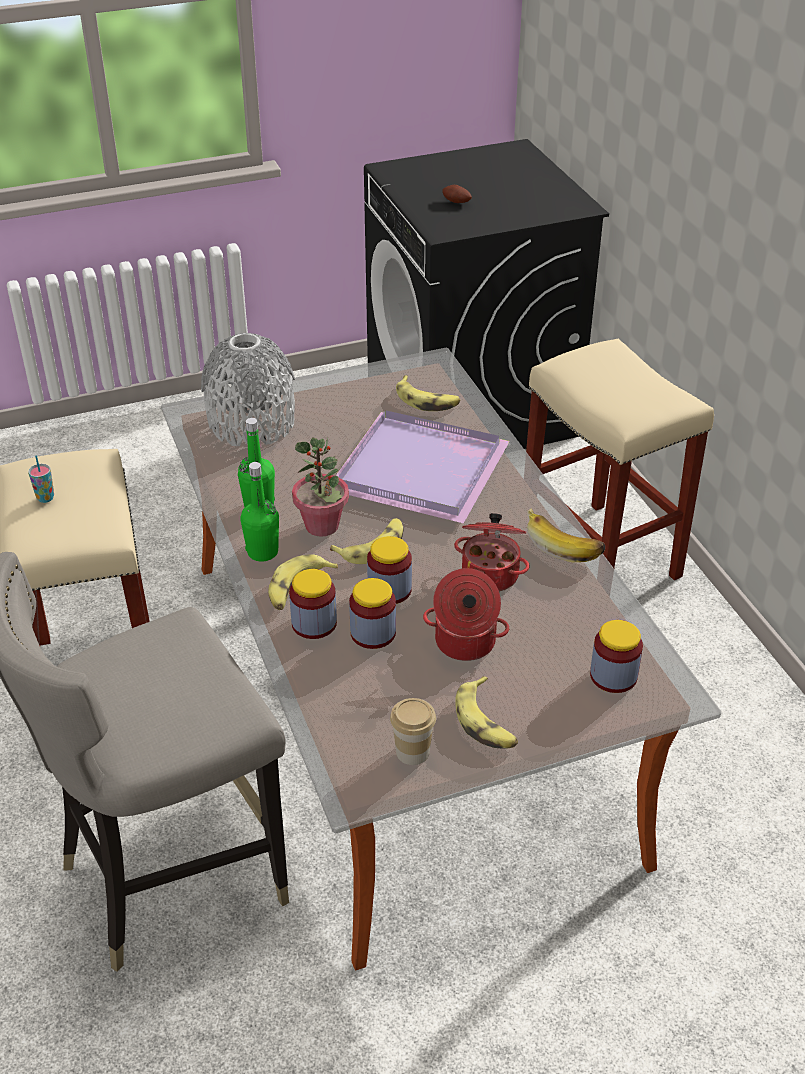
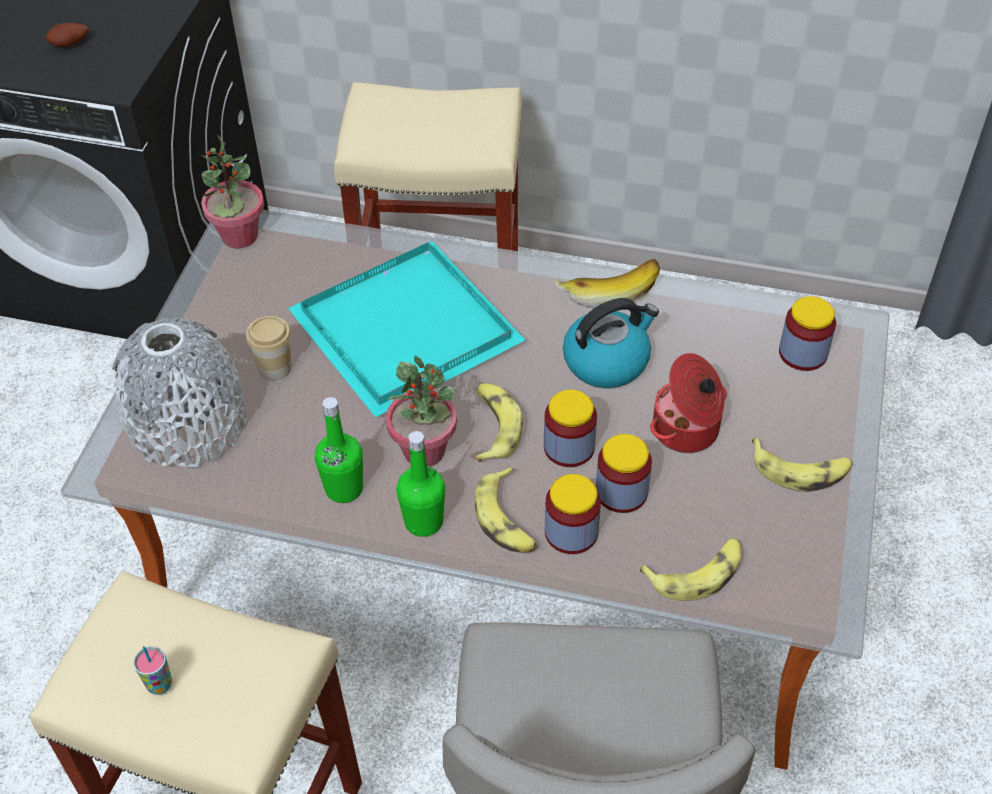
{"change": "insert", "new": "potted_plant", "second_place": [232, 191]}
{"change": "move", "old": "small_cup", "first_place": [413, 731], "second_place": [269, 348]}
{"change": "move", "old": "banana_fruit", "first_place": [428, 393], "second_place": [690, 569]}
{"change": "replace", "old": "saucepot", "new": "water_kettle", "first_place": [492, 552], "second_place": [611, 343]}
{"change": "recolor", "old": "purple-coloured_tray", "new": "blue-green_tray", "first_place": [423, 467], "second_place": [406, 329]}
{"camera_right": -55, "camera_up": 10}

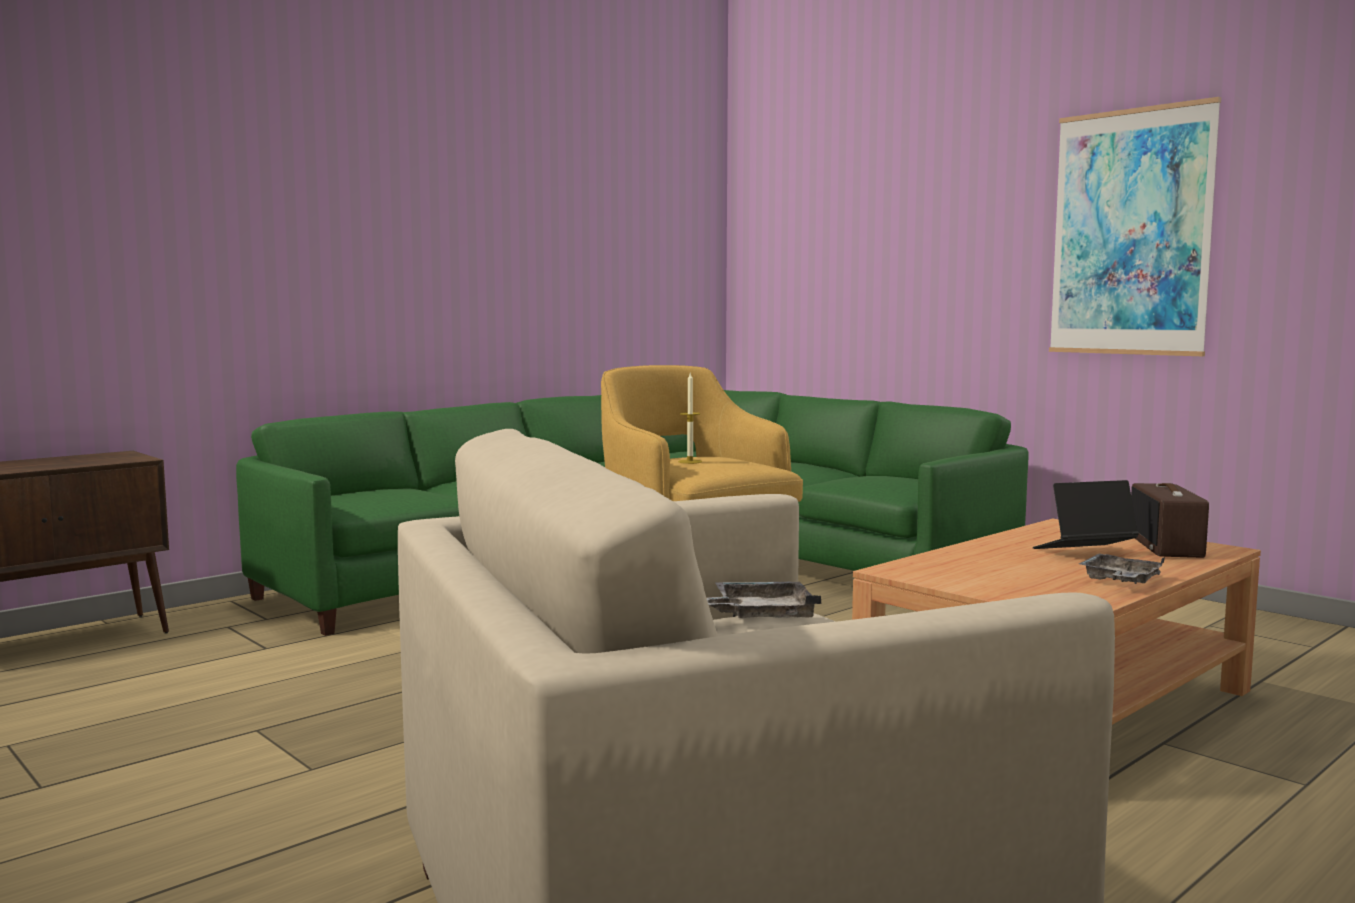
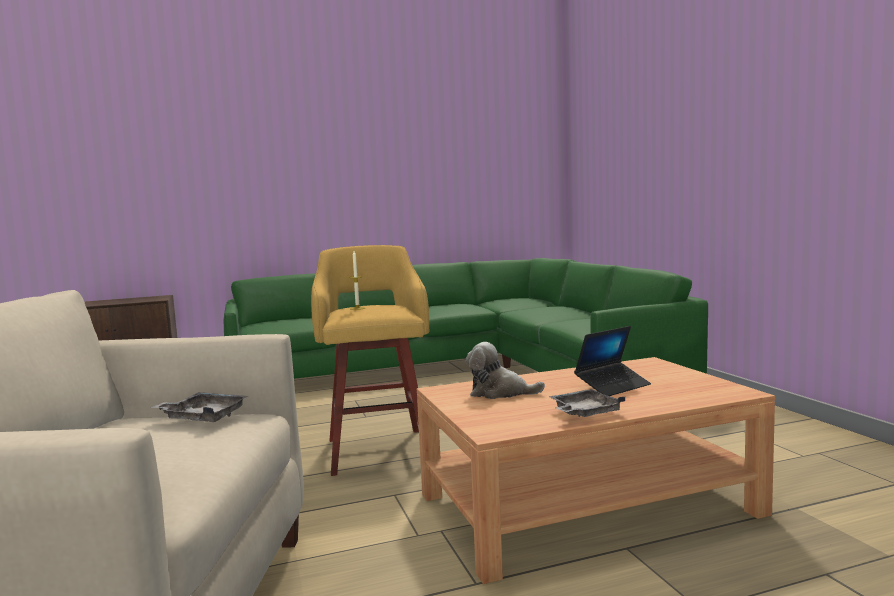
{"change": "delete", "old": "wall_picture", "first_place": [1135, 226]}
{"change": "delete", "old": "radio_receiver", "first_place": [1170, 520]}
{"change": "insert", "new": "plush_toy", "second_place": [505, 370]}
{"change": "rotate", "old": "portable_computer", "first_place": [1086, 514], "second_place": [612, 361], "degrees": 135}
{"camera_right": 25, "camera_up": 0}

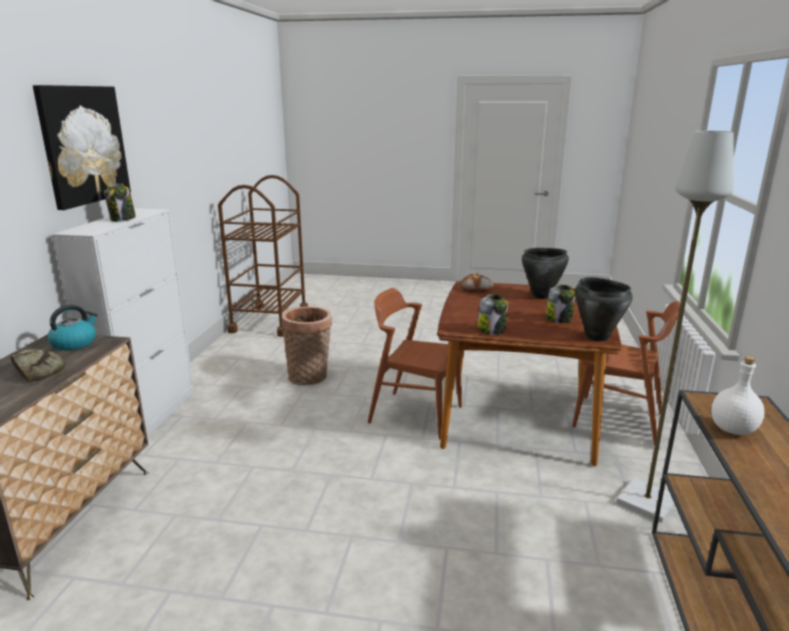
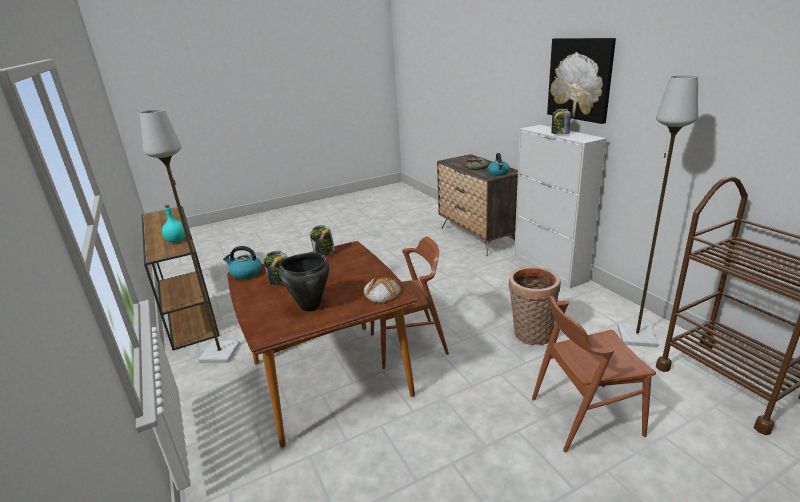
{"change": "insert", "new": "gray_standard_lamp", "second_place": [657, 211]}
{"change": "move", "old": "brown_chair", "first_place": [626, 373], "second_place": [594, 373]}
{"change": "replace", "old": "blackish_saucepot", "new": "water_kettle", "first_place": [604, 309], "second_place": [242, 263]}
{"change": "recolor", "old": "whitish_bottle", "new": "blue-green_bottle", "first_place": [737, 395], "second_place": [174, 223]}
{"camera_right": 145, "camera_up": 5}

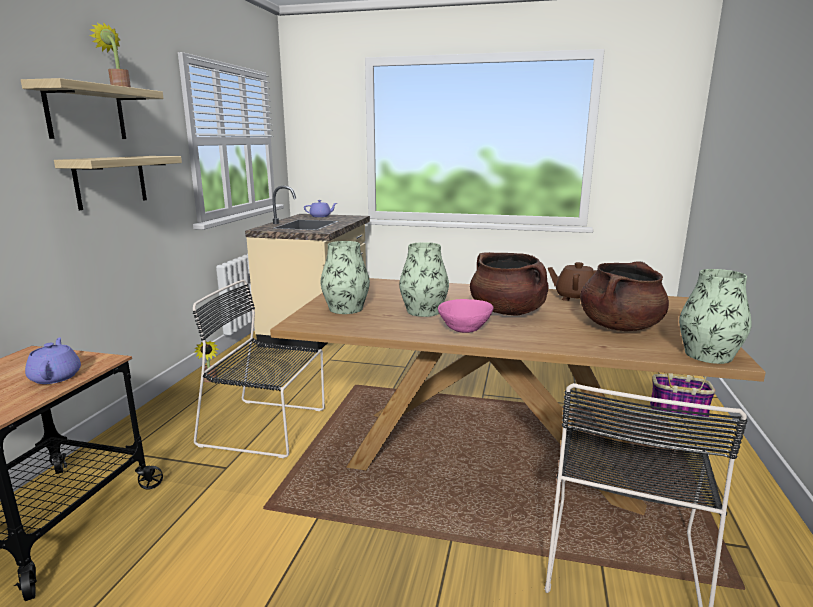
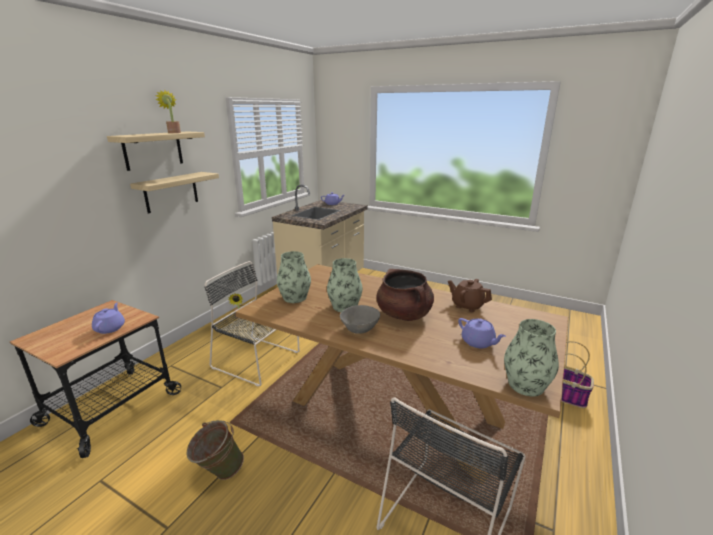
{"change": "insert", "new": "green-coloured_pail", "second_place": [215, 450]}
{"change": "replace", "old": "brown_saucepot", "new": "purple-coloured_teapot", "first_place": [624, 296], "second_place": [482, 333]}
{"change": "recolor", "old": "pinkish_serving_bowl", "new": "gray_serving_bowl", "first_place": [465, 316], "second_place": [360, 319]}
{"camera_right": 15, "camera_up": 5}

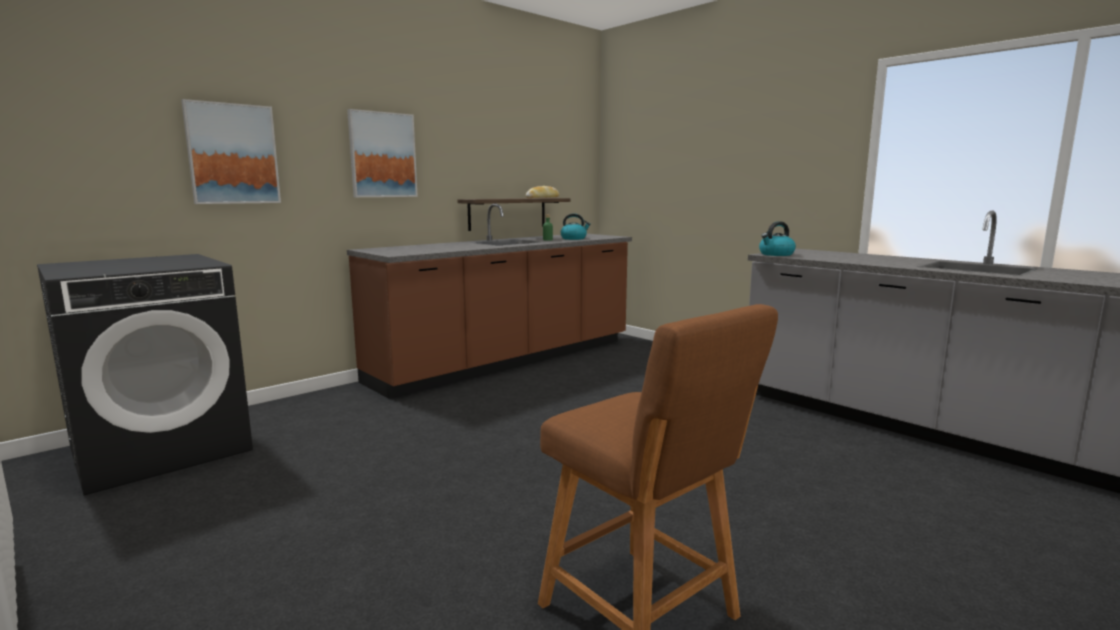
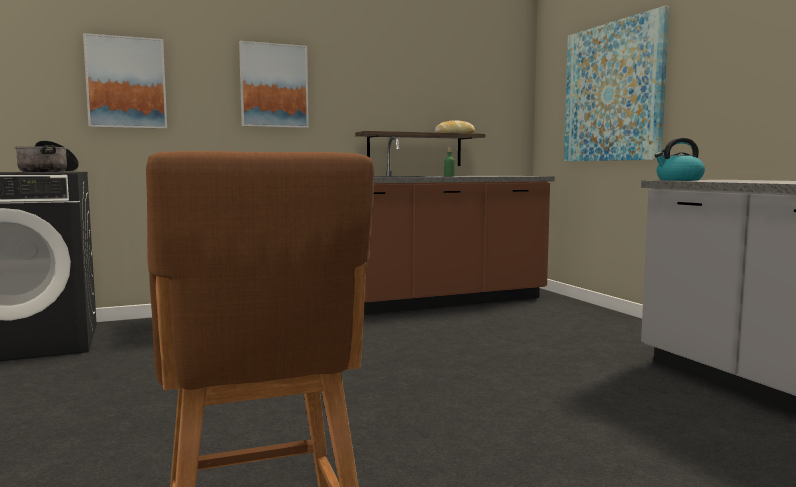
{"change": "delete", "old": "water_kettle", "first_place": [575, 227]}
{"change": "insert", "new": "saucepot", "second_place": [47, 156]}
{"change": "insert", "new": "wall_picture", "second_place": [616, 83]}
{"camera_right": 20, "camera_up": -5}

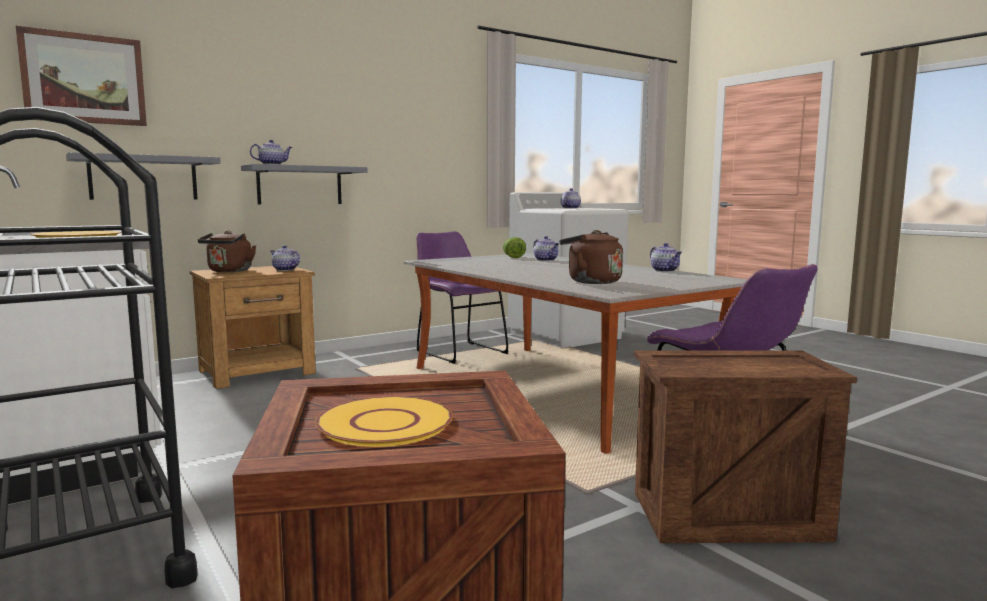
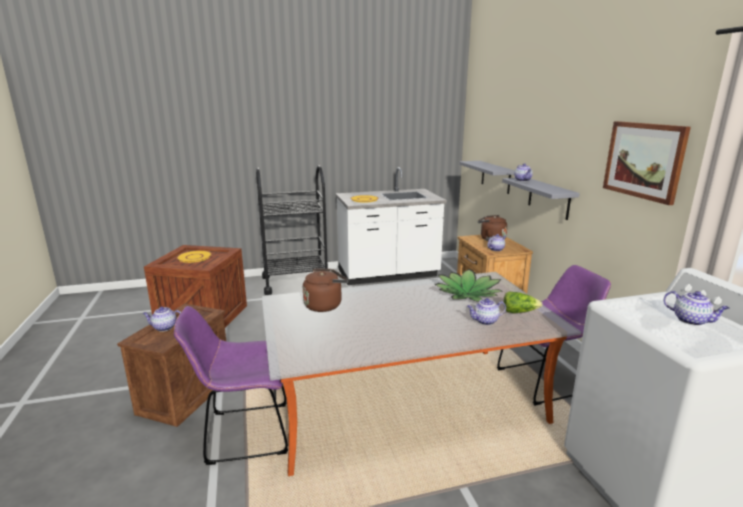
{"change": "insert", "new": "potted_plant", "second_place": [468, 285]}
{"change": "move", "old": "wall_picture", "first_place": [81, 76], "second_place": [647, 163]}
{"change": "move", "old": "teapot", "first_place": [666, 257], "second_place": [161, 319]}
{"camera_right": 110, "camera_up": 10}

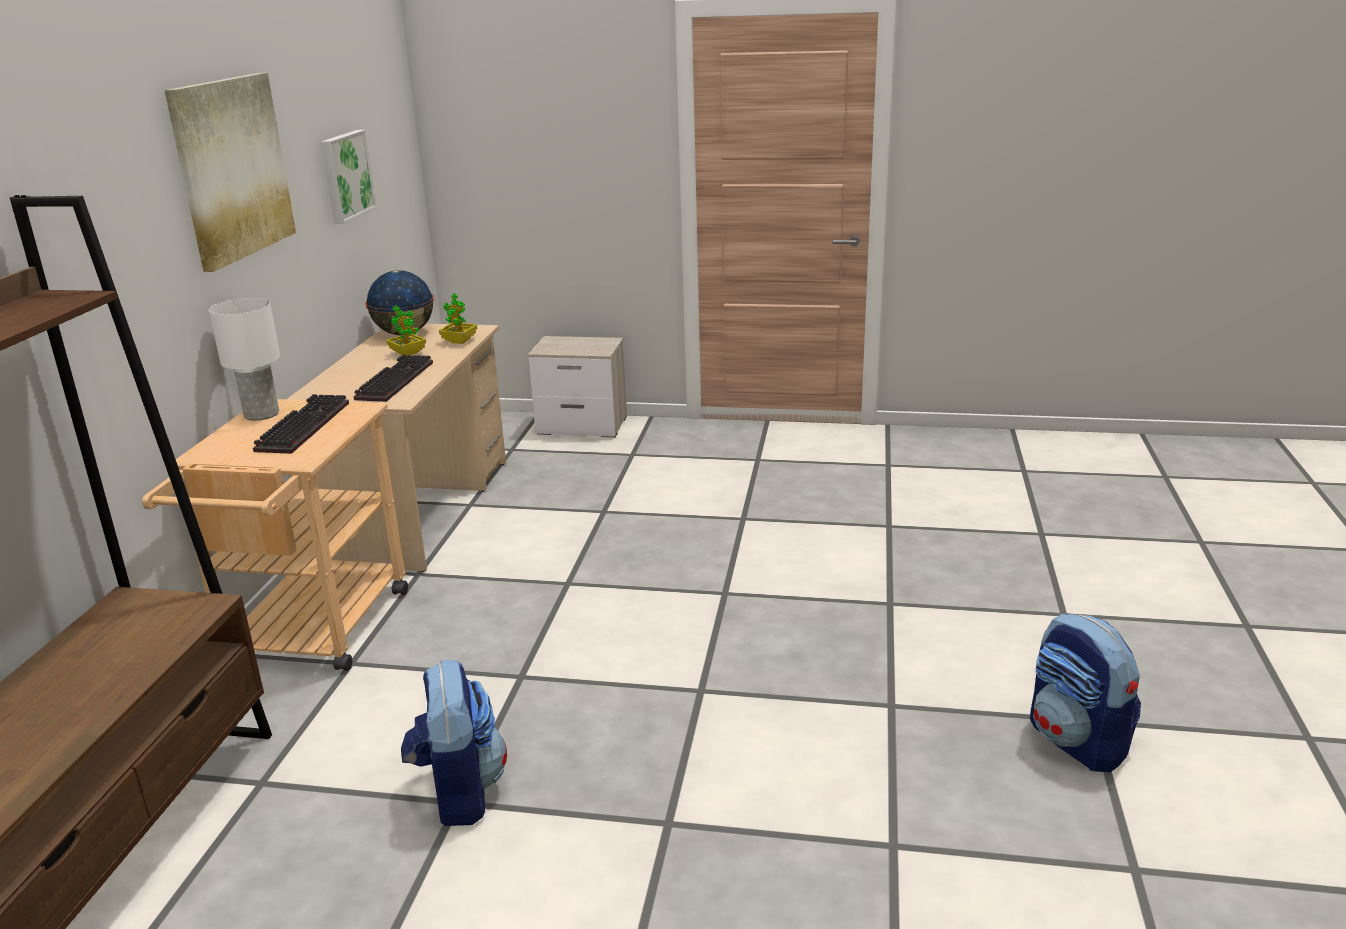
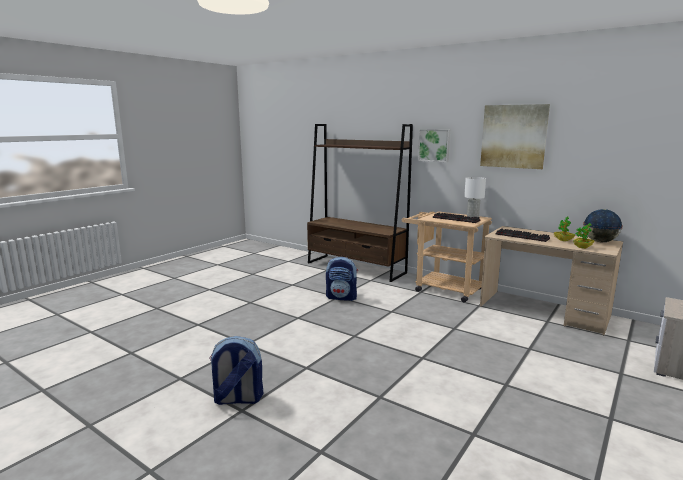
{"change": "move", "old": "wall_picture", "first_place": [349, 177], "second_place": [434, 145]}
{"camera_right": 115, "camera_up": -10}

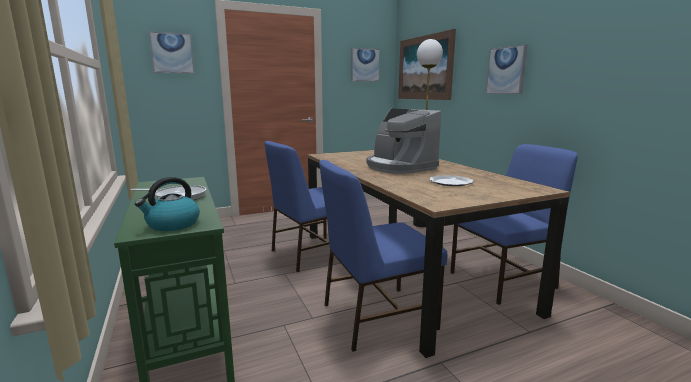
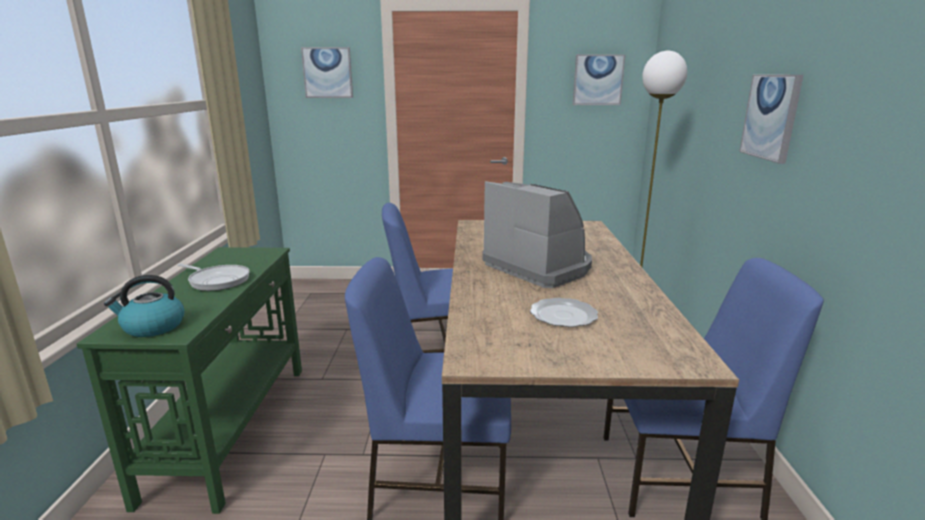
{"change": "delete", "old": "wall_picture", "first_place": [427, 64]}
{"change": "rotate", "old": "coffee_machine", "first_place": [403, 141], "second_place": [537, 234], "degrees": 150}
{"camera_right": 25, "camera_up": 5}

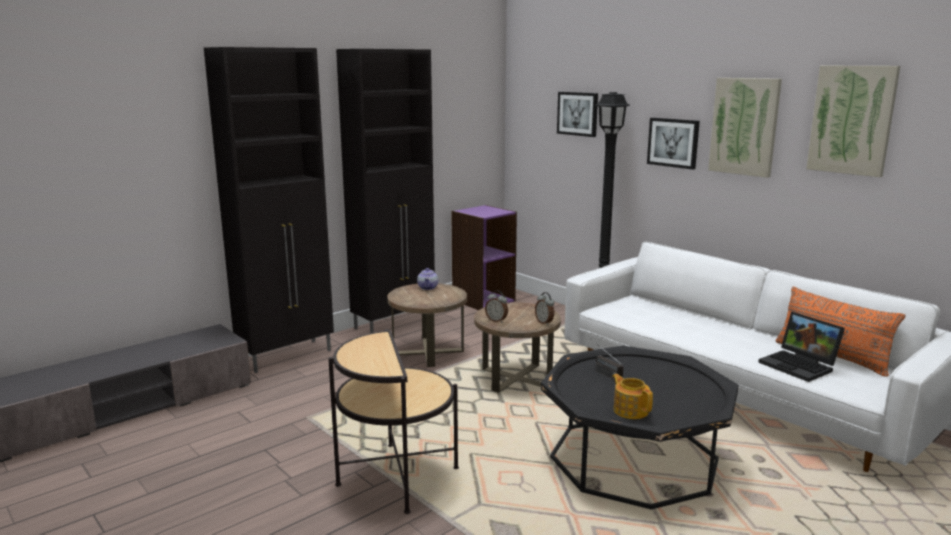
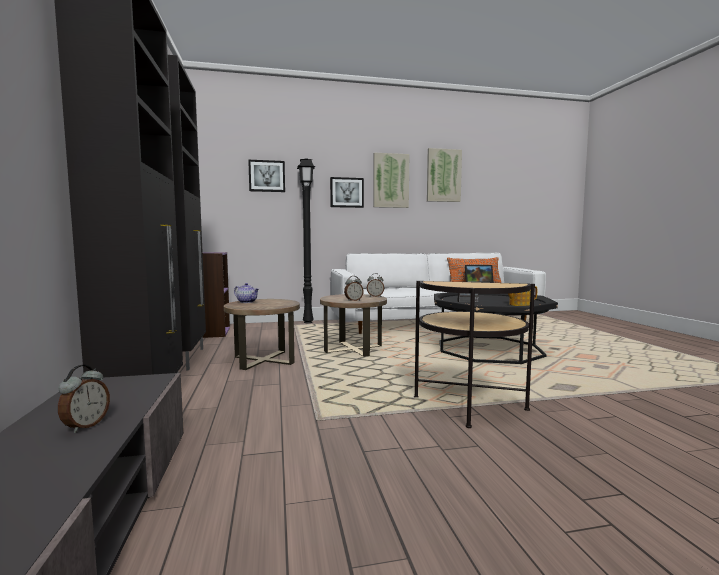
{"change": "insert", "new": "alarm_clock", "second_place": [84, 399]}
{"camera_right": -60, "camera_up": -10}

